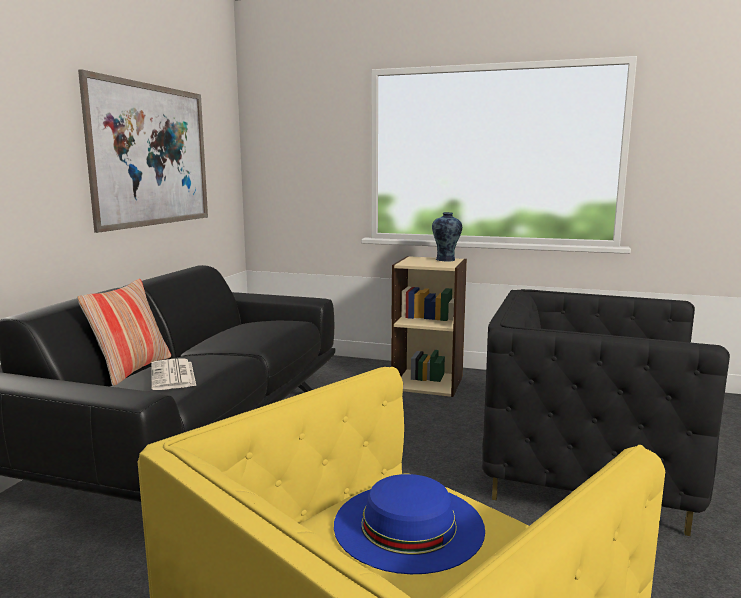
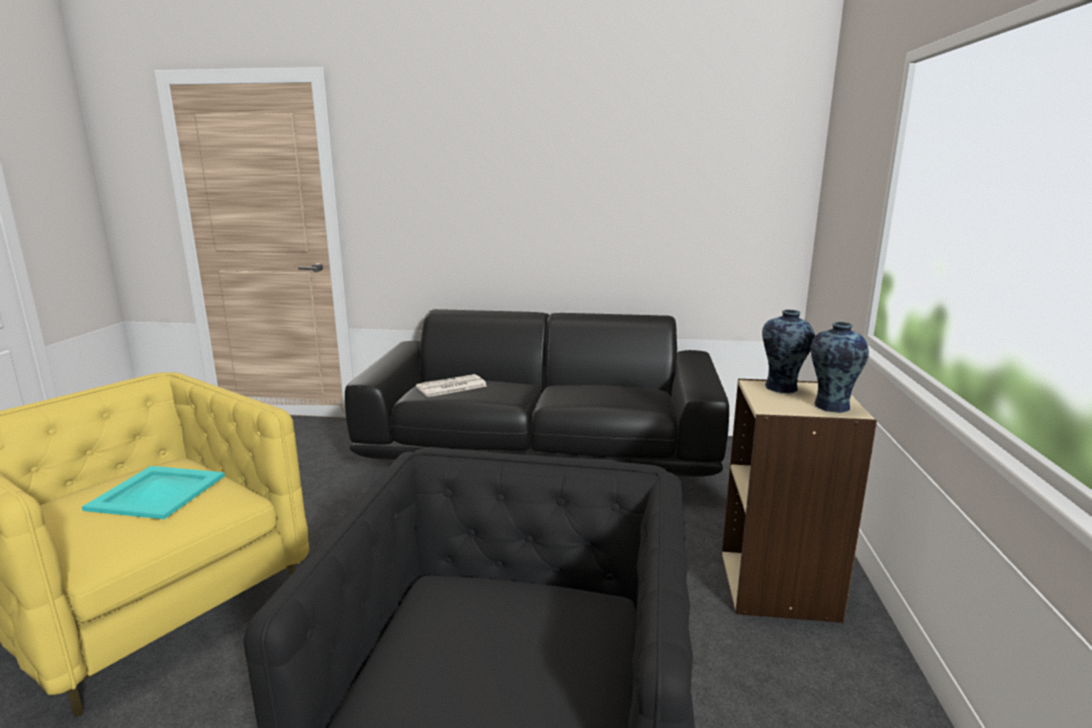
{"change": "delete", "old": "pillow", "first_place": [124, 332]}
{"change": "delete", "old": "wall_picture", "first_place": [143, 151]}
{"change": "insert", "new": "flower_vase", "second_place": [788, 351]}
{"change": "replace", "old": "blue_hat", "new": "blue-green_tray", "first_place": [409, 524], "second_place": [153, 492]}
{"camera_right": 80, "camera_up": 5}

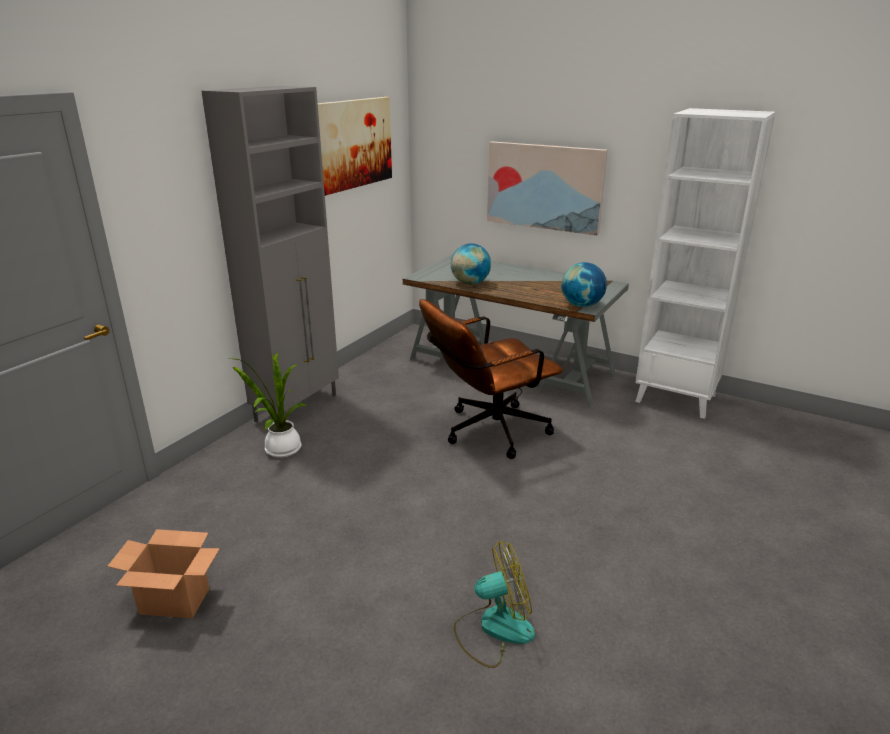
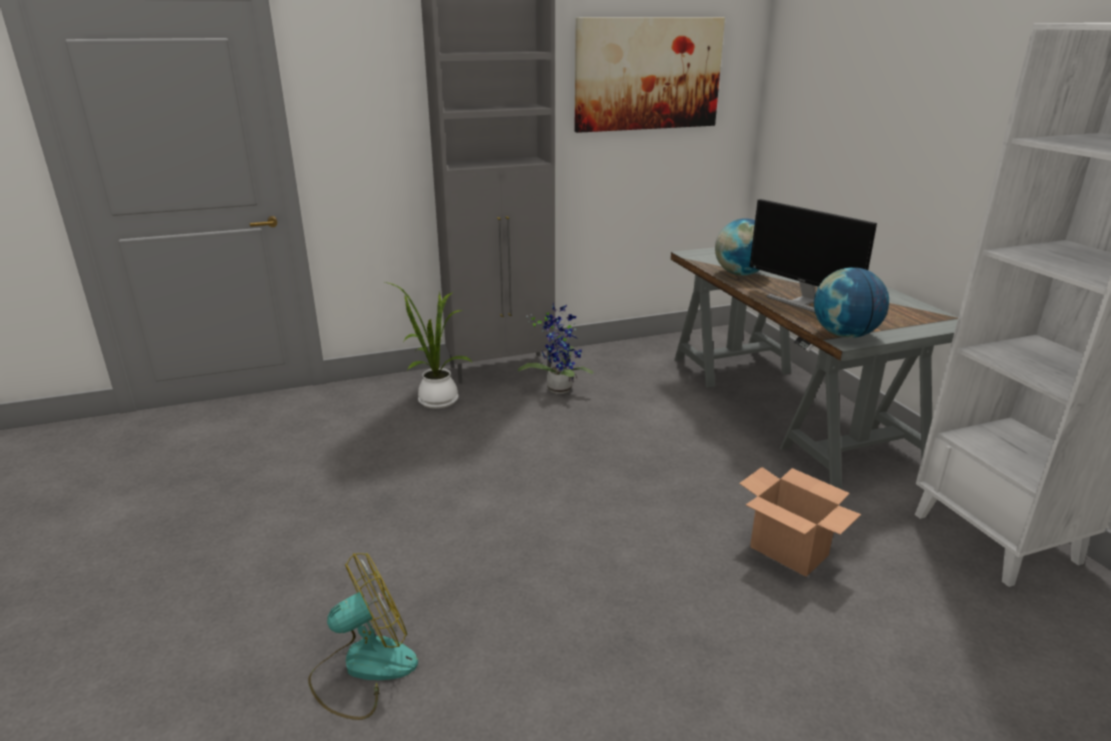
{"change": "delete", "old": "brown_office_chair", "first_place": [491, 379]}
{"change": "delete", "old": "wall_picture", "first_place": [547, 188]}
{"change": "insert", "new": "potted_plant", "second_place": [556, 348]}
{"change": "insert", "new": "computer_display", "second_place": [813, 255]}
{"change": "move", "old": "cardboard_box", "first_place": [163, 573], "second_place": [800, 522]}
{"change": "rotate", "old": "cooling_fan", "first_place": [494, 604], "second_place": [363, 636], "degrees": -60}
{"camera_right": 40, "camera_up": 0}

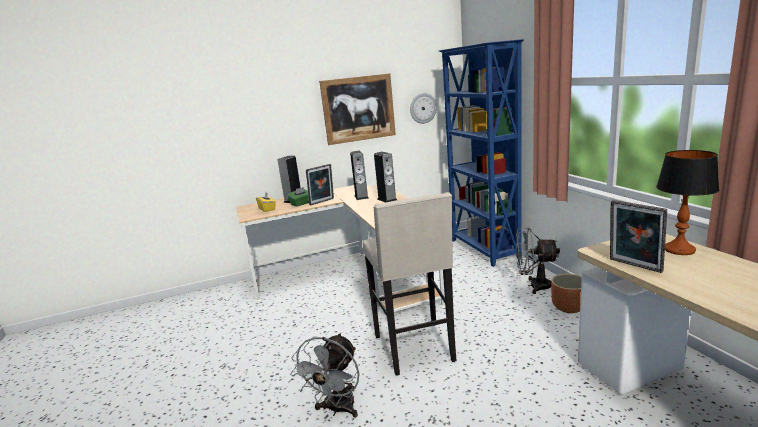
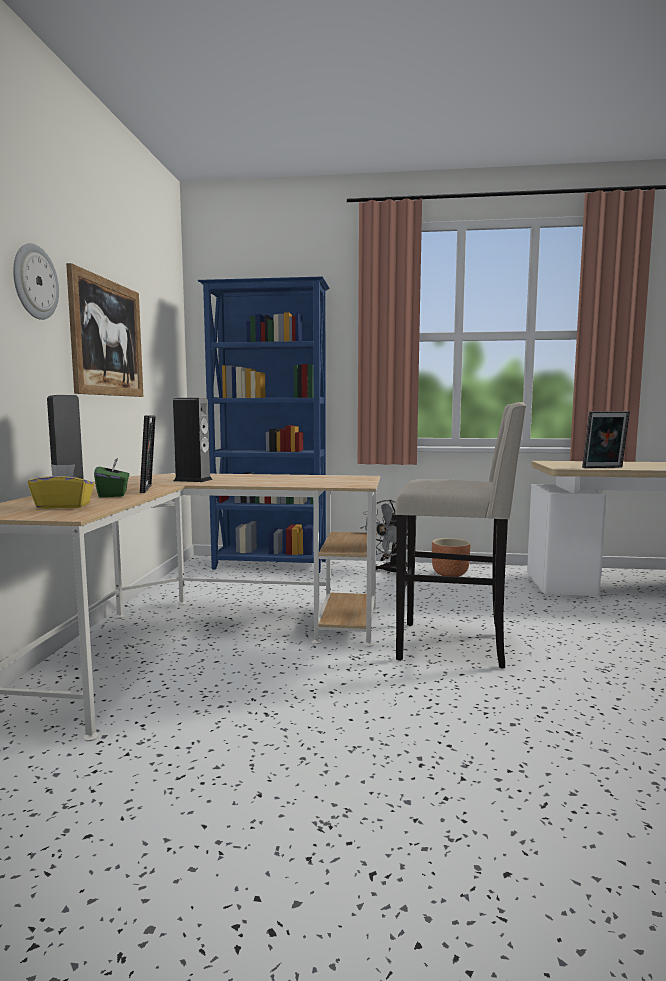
{"change": "delete", "old": "gray_cooling_fan", "first_place": [324, 375]}
{"change": "delete", "old": "loudspeaker", "first_place": [385, 177]}
{"change": "delete", "old": "tabletop_lamp", "first_place": [687, 202]}
{"change": "move", "old": "wall_clock", "first_place": [423, 108], "second_place": [36, 281]}
{"camera_right": -65, "camera_up": -10}

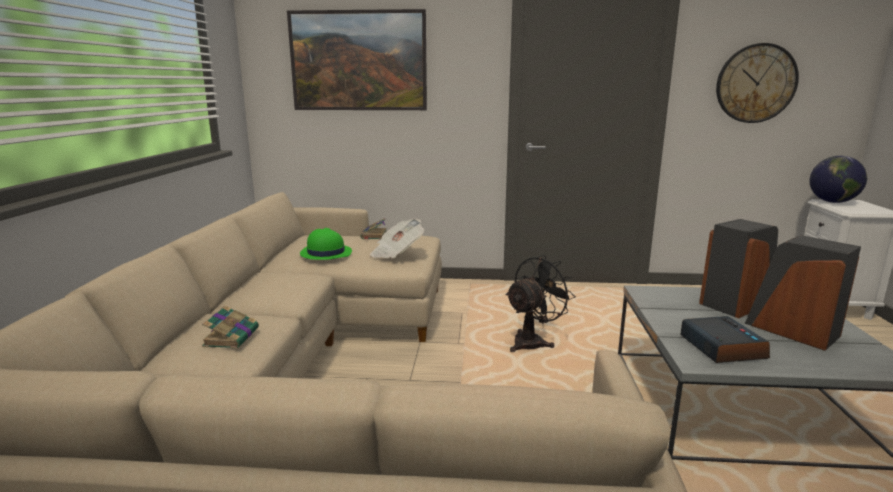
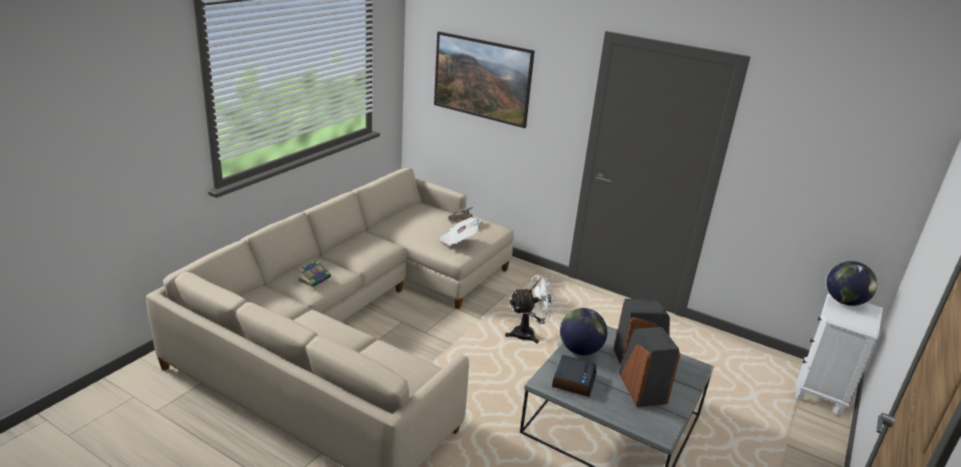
{"change": "delete", "old": "green-coloured_hat", "first_place": [326, 244]}
{"change": "delete", "old": "wall_clock", "first_place": [757, 83]}
{"change": "insert", "new": "world_globe", "second_place": [583, 331]}
{"change": "recolor", "old": "blackish_cooling_fan", "new": "whitish_cooling_fan", "first_place": [540, 303], "second_place": [531, 309]}
{"camera_right": 25, "camera_up": 10}

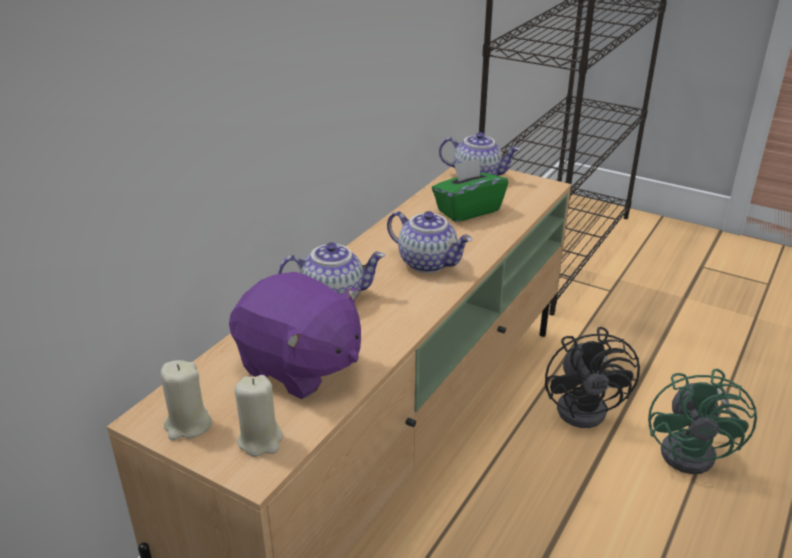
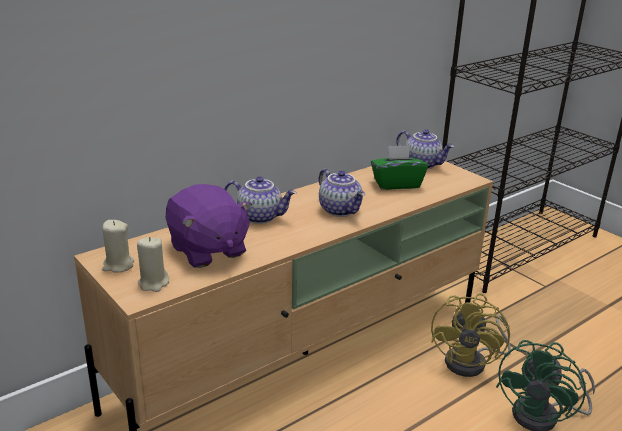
{"change": "recolor", "old": "blackish_cooling_fan", "new": "yellow-coloured_cooling_fan", "first_place": [592, 377], "second_place": [471, 335]}
{"camera_right": 20, "camera_up": -5}

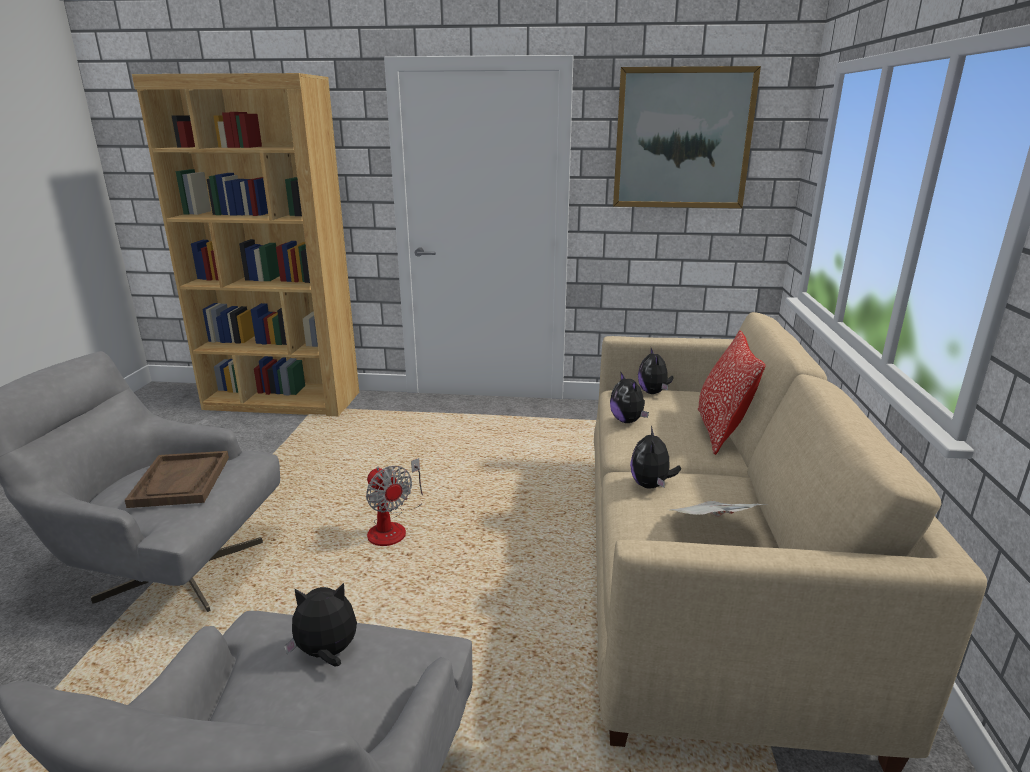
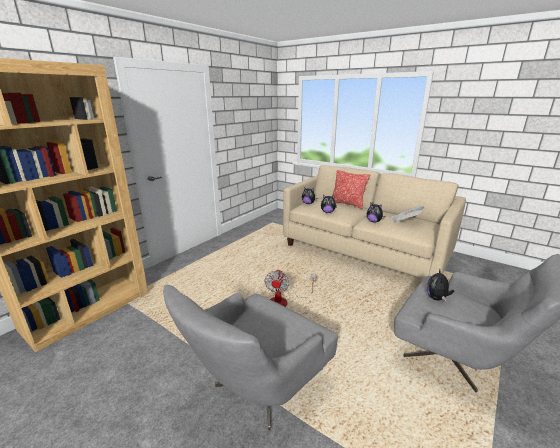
{"change": "delete", "old": "brown_tray", "first_place": [177, 479]}
{"change": "delete", "old": "wall_picture", "first_place": [687, 137]}
{"change": "rotate", "old": "cooling_fan", "first_place": [394, 502], "second_place": [290, 288], "degrees": 105}
{"camera_right": -60, "camera_up": 0}

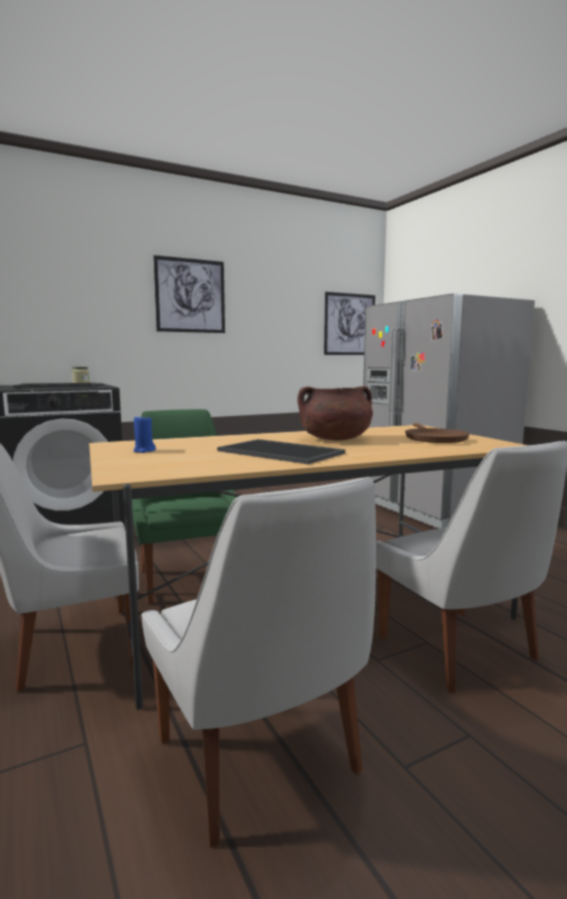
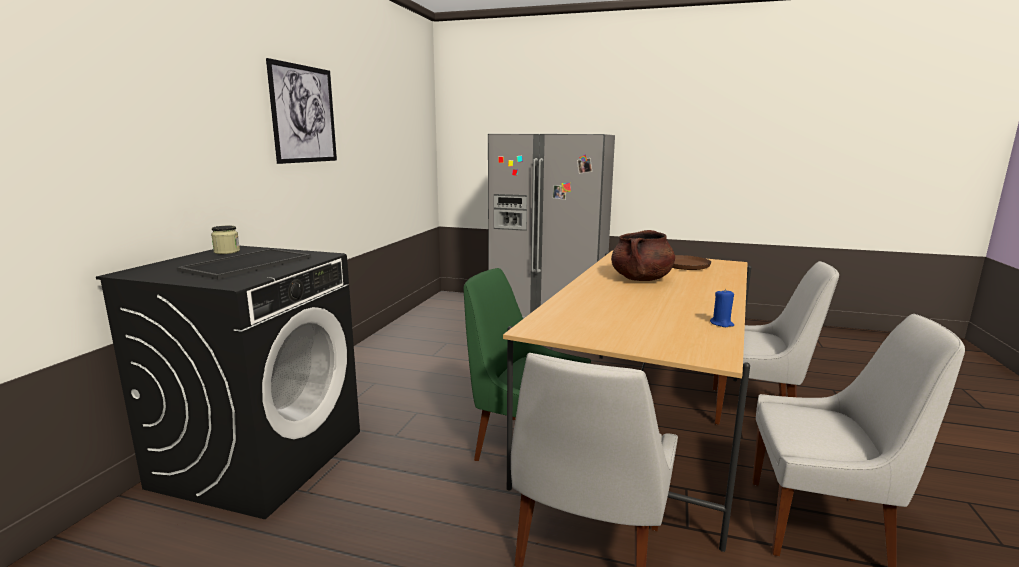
{"change": "delete", "old": "tray", "first_place": [281, 451]}
{"change": "delete", "old": "wall_picture", "first_place": [349, 323]}
{"change": "move", "old": "blue_wax_light", "first_place": [144, 434], "second_place": [722, 308]}
{"camera_right": -45, "camera_up": 5}

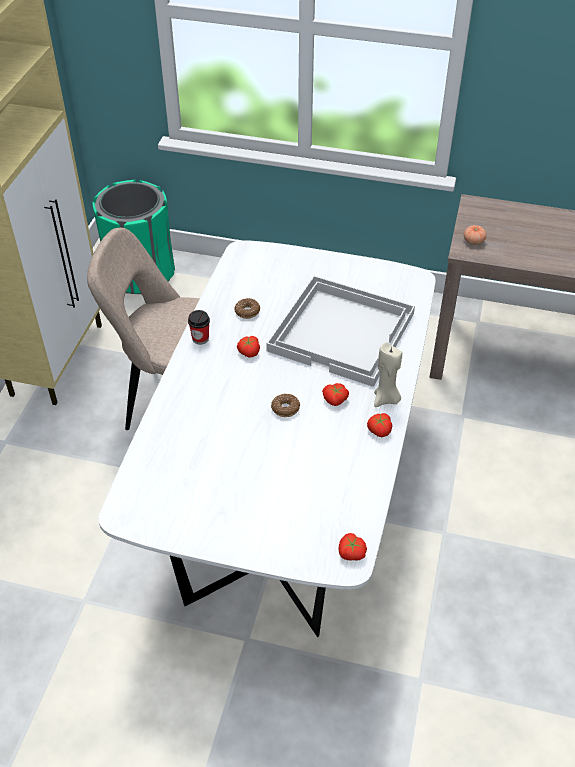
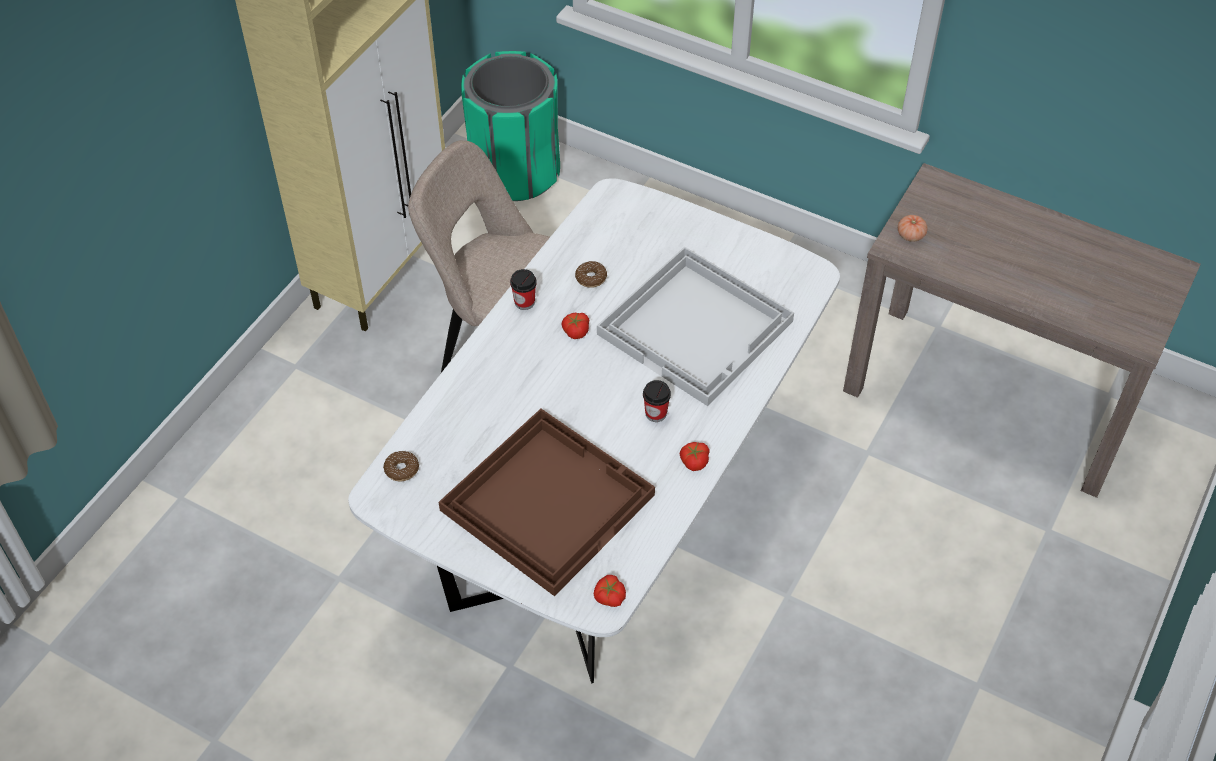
{"change": "delete", "old": "beige_wax_light", "first_place": [388, 374]}
{"change": "insert", "new": "brown_tray", "second_place": [547, 502]}
{"change": "move", "old": "ring_doughnut", "first_place": [285, 405], "second_place": [401, 466]}
{"change": "replace", "old": "fresh_tomato", "new": "small_cup", "first_place": [335, 394], "second_place": [657, 401]}
{"camera_right": 15, "camera_up": 5}

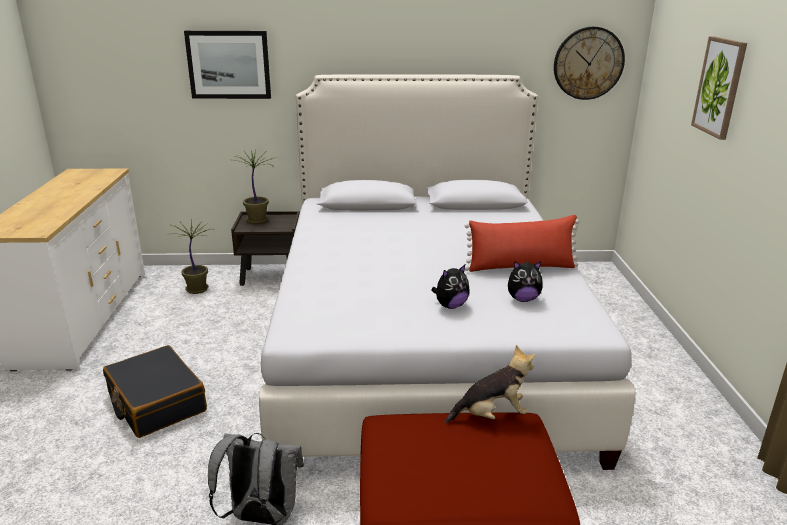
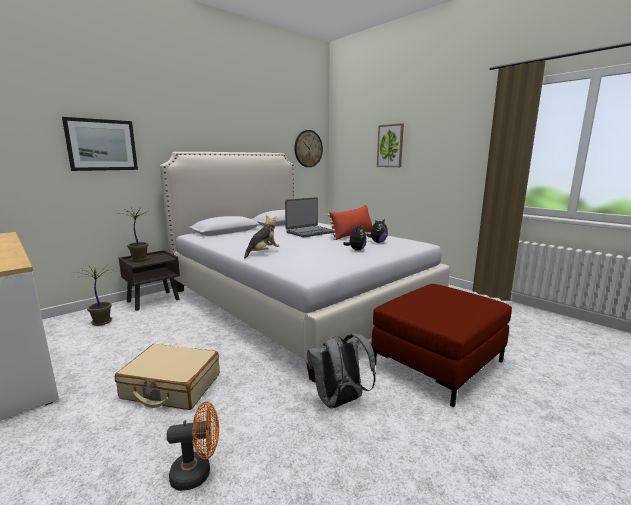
{"change": "insert", "new": "orange-coloured_cooling_fan", "second_place": [193, 446]}
{"change": "insert", "new": "portable_computer", "second_place": [309, 217]}
{"change": "move", "old": "plush_toy", "first_place": [490, 384], "second_place": [261, 237]}
{"change": "recolor", "old": "blackish_travel_case", "new": "beige_travel_case", "first_place": [155, 391], "second_place": [167, 377]}
{"camera_right": -40, "camera_up": -10}

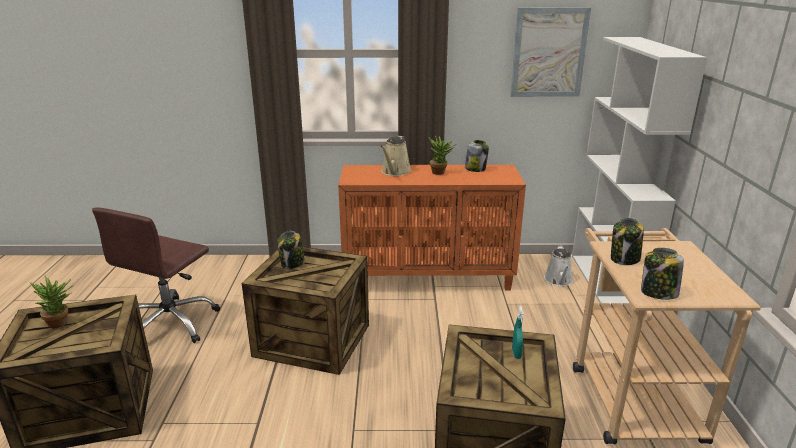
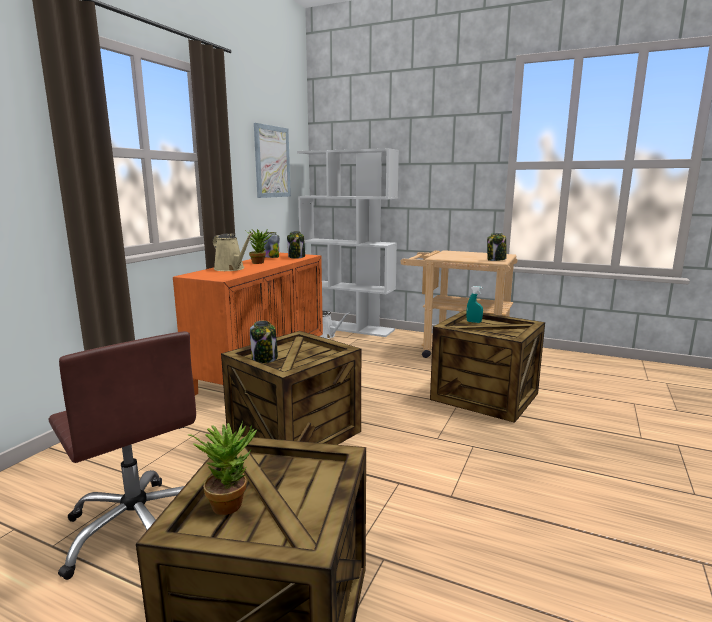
{"change": "move", "old": "preserve_jar", "first_place": [627, 241], "second_place": [296, 245]}
{"camera_right": -65, "camera_up": -10}

